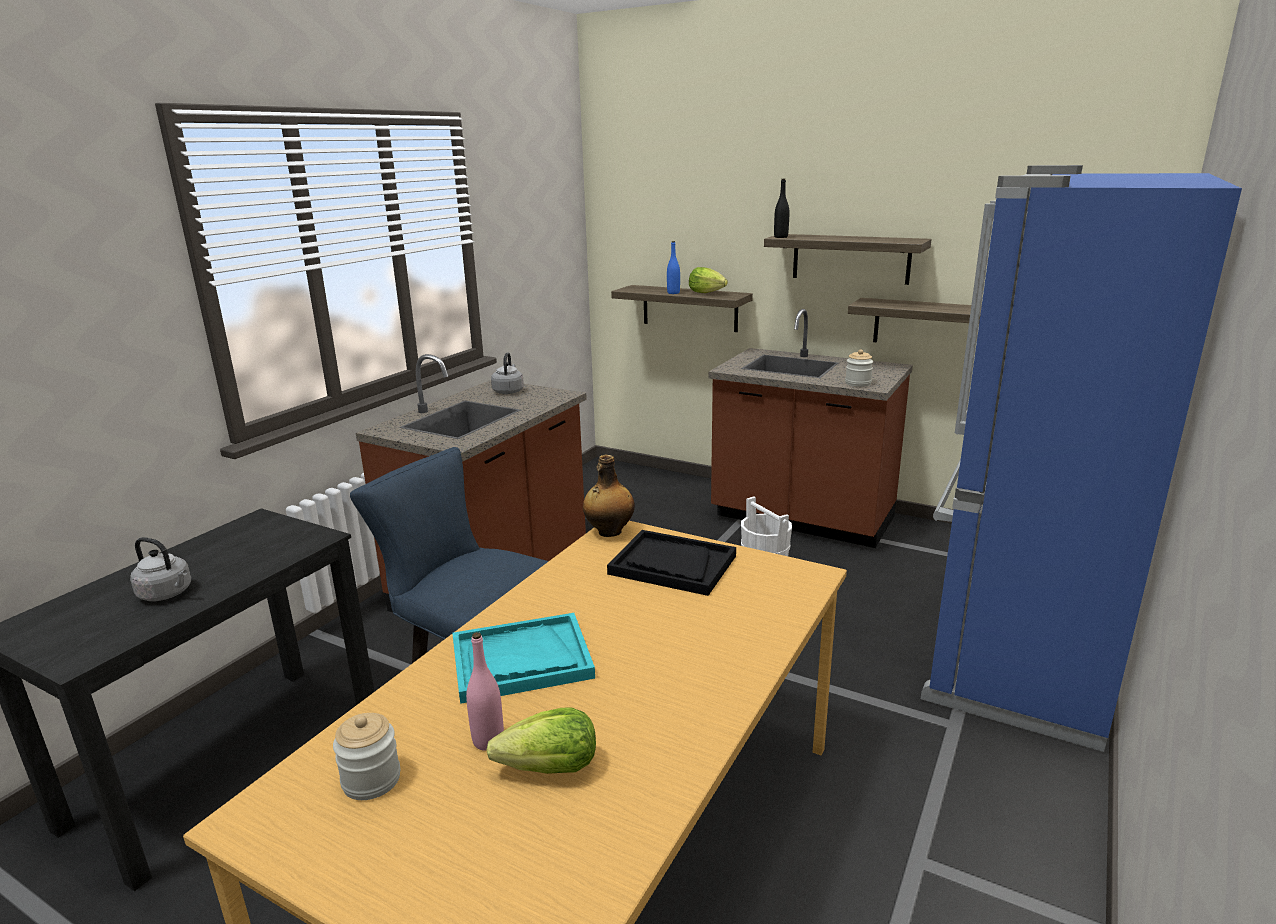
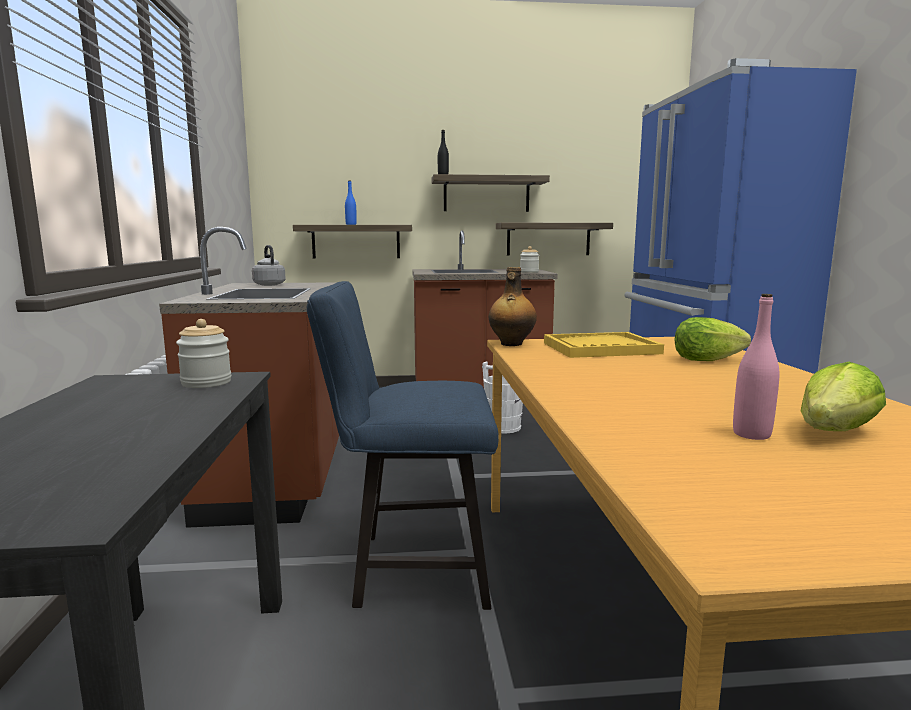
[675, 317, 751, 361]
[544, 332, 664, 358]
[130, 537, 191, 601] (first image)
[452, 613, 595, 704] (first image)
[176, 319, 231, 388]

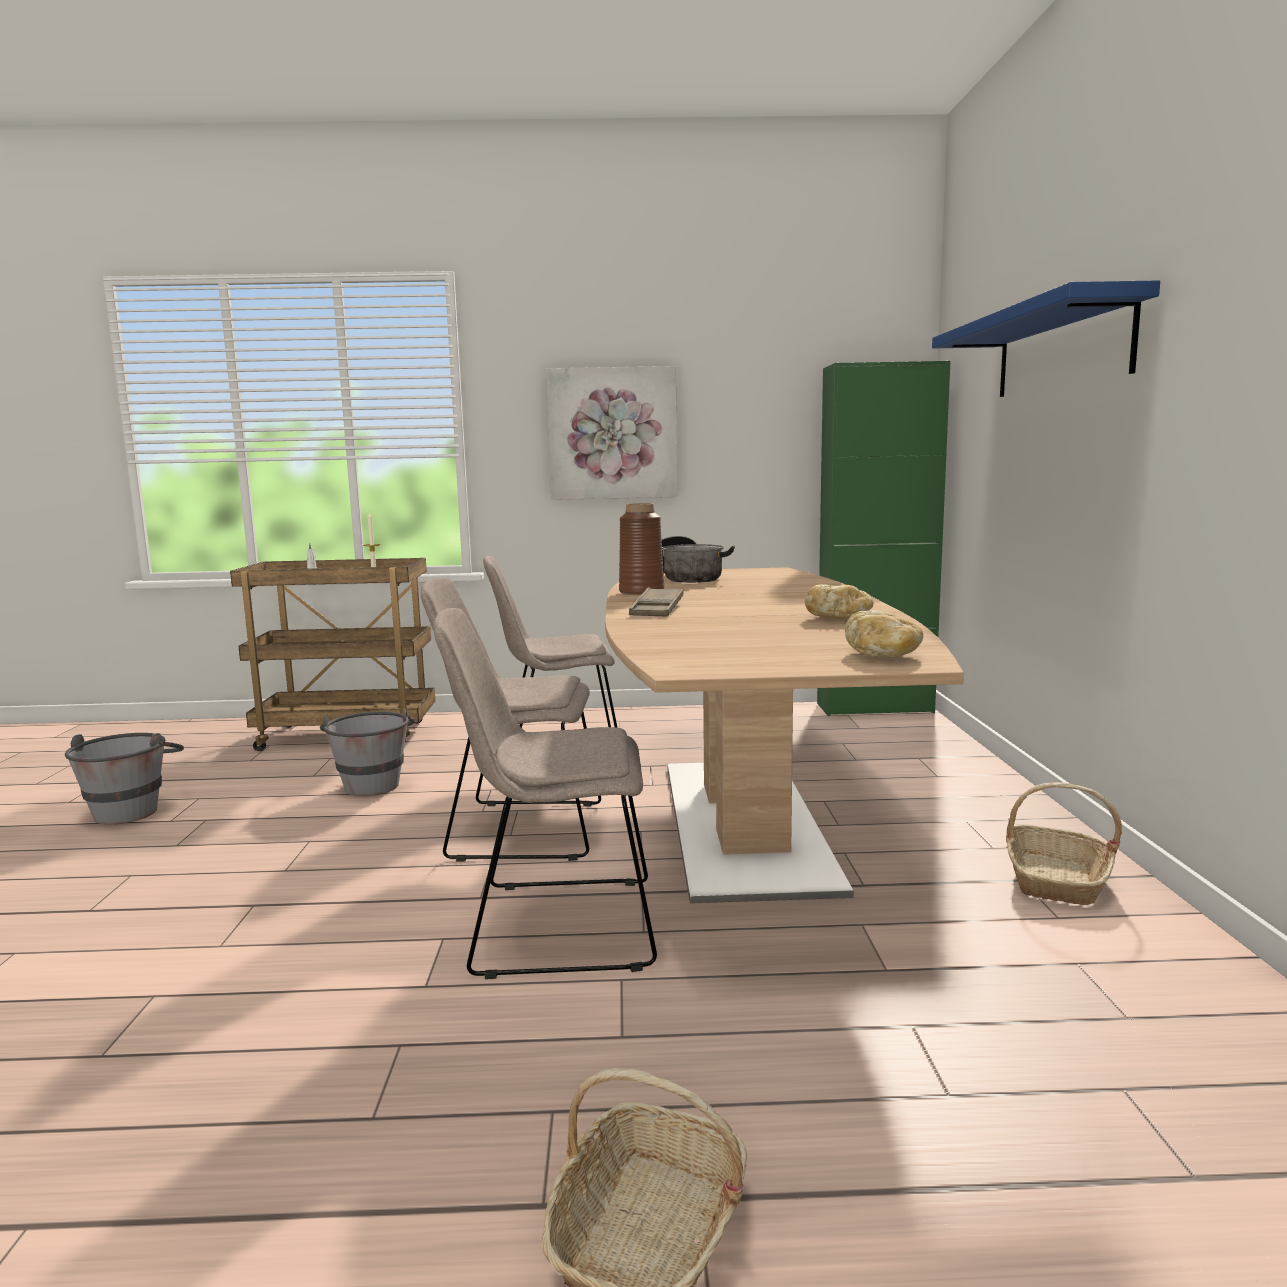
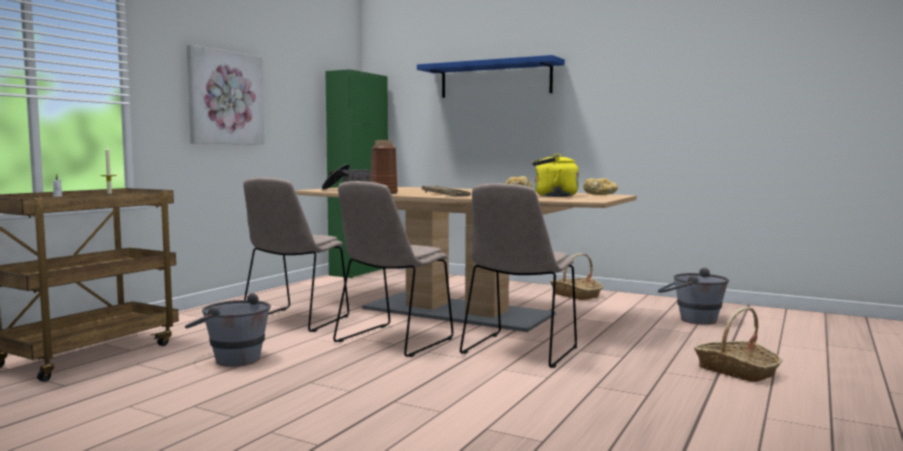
[658, 268, 729, 325]
[532, 154, 579, 197]

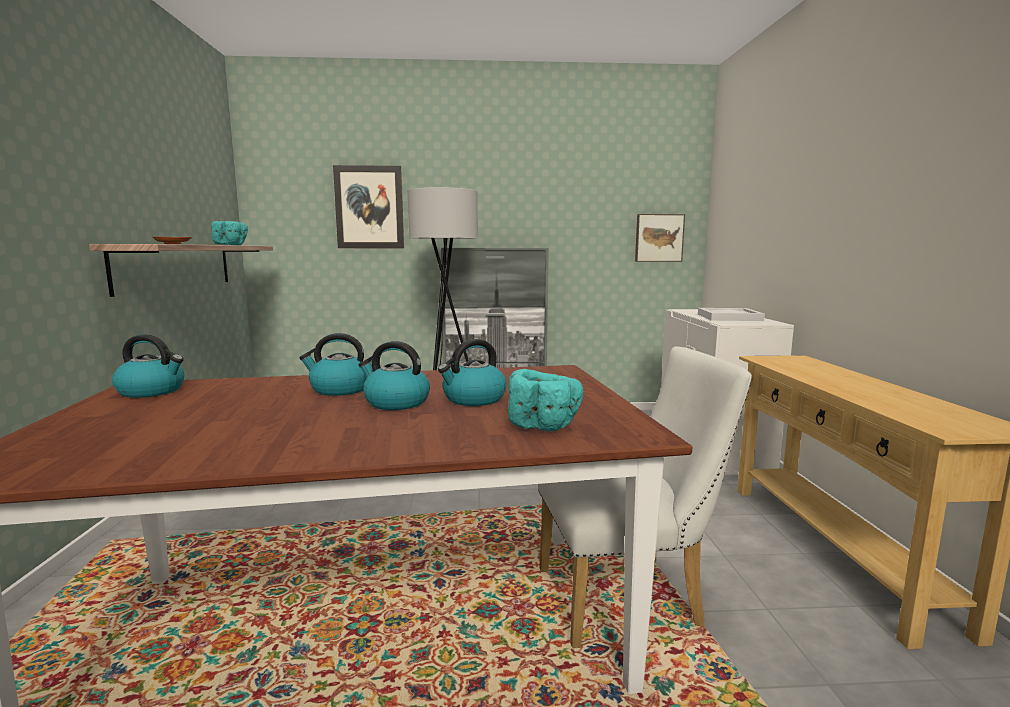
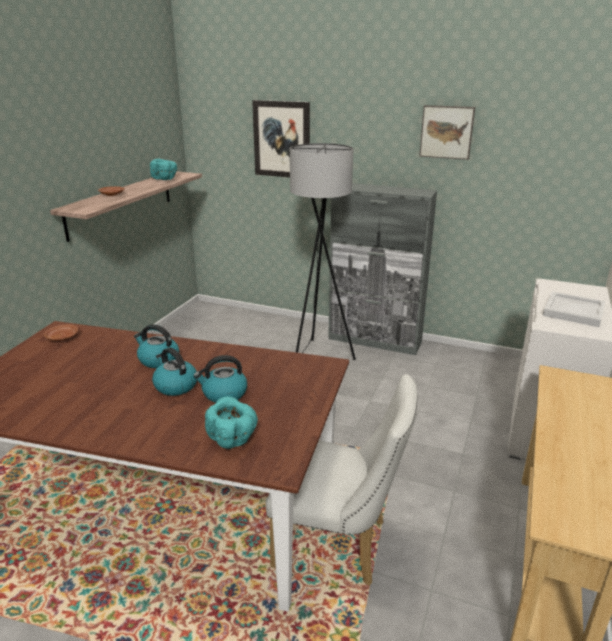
[419, 105, 475, 160]
[44, 324, 78, 341]

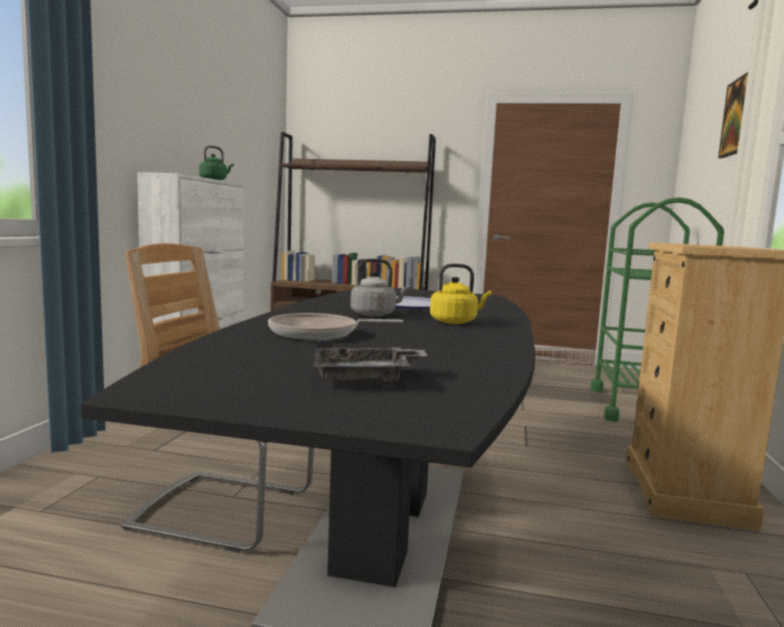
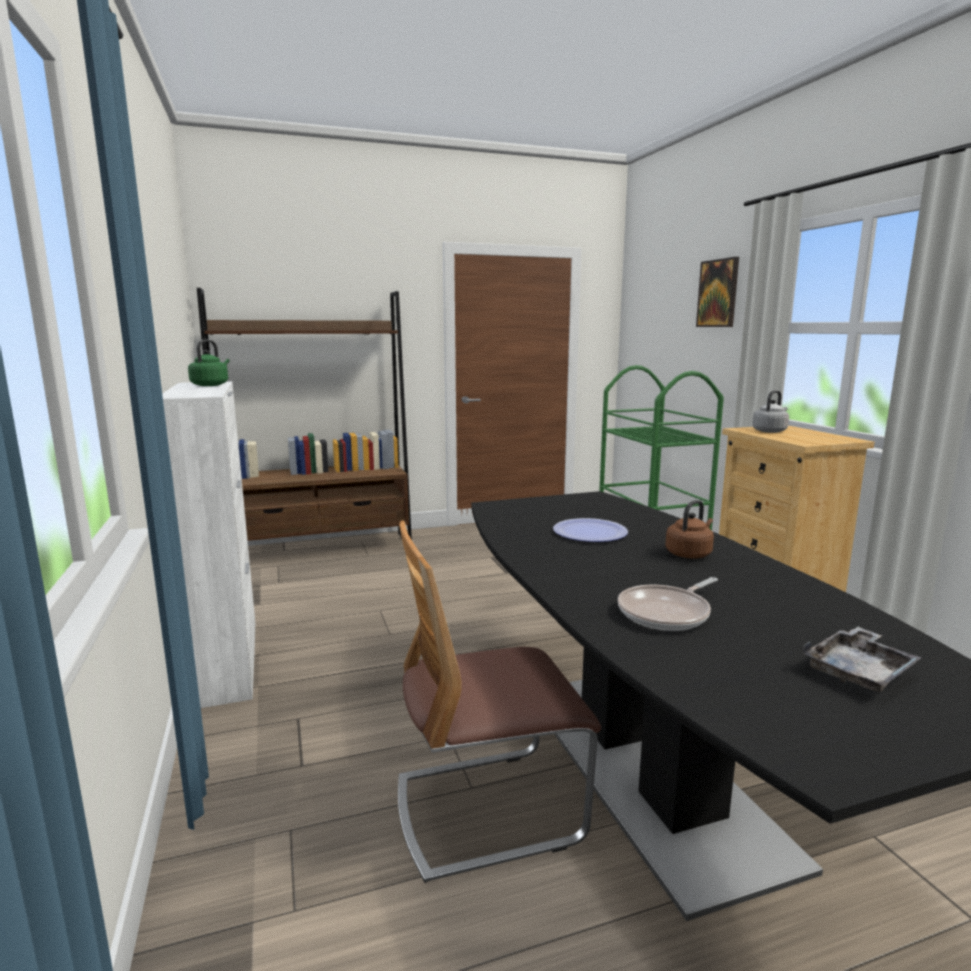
[752, 390, 789, 433]
[665, 500, 714, 558]

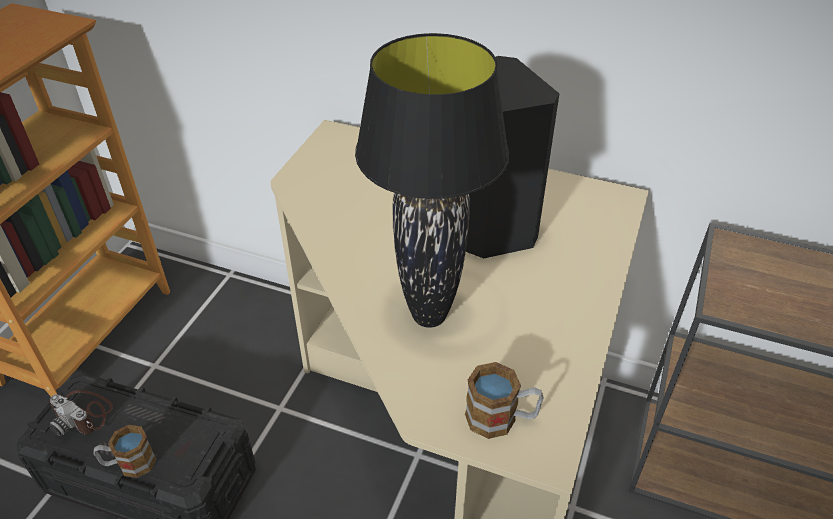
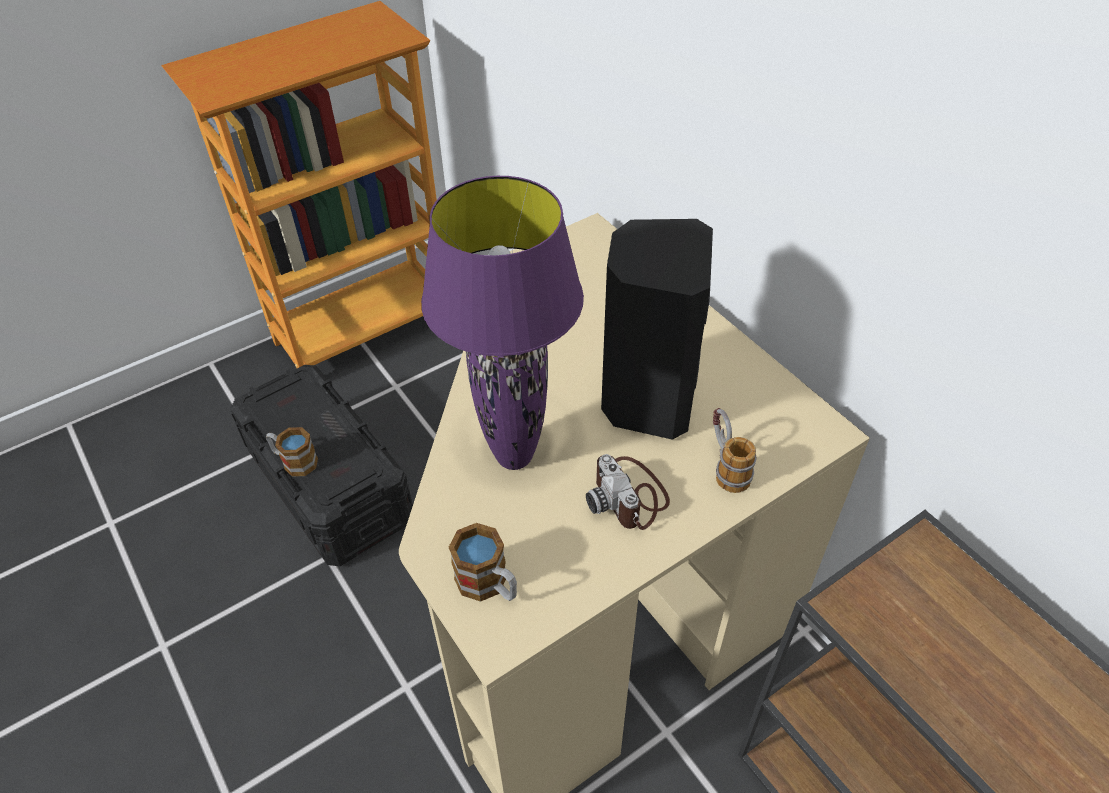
[421, 176, 584, 470]
[586, 454, 670, 530]
[713, 408, 757, 493]

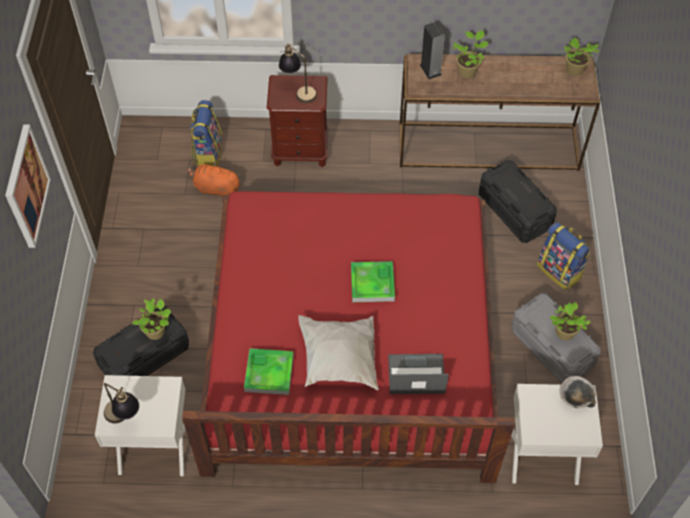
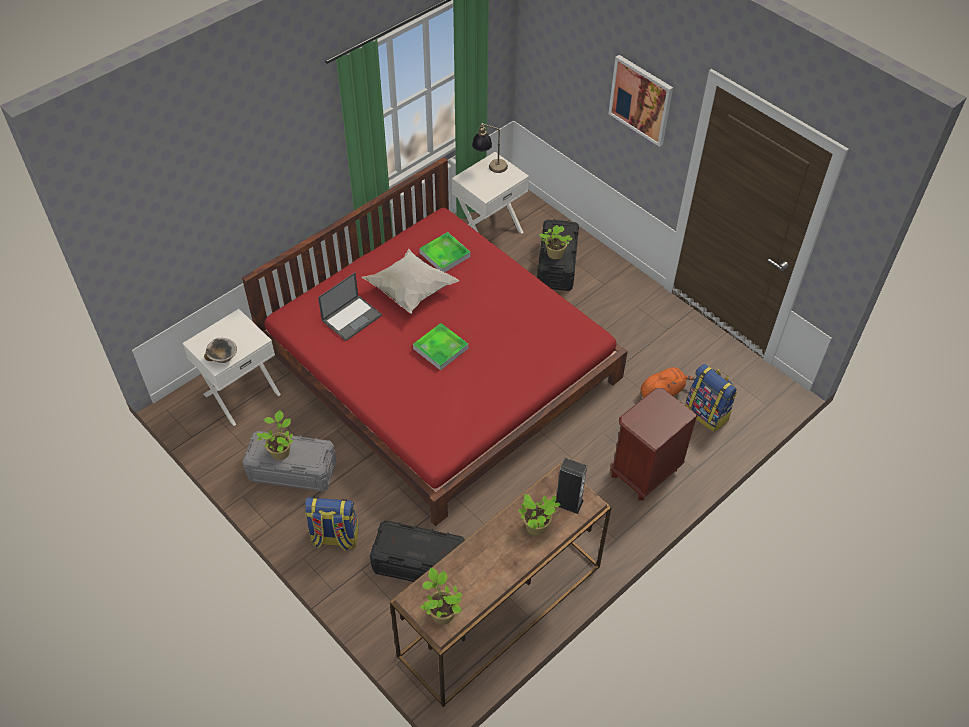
[279, 43, 317, 103] (first image)

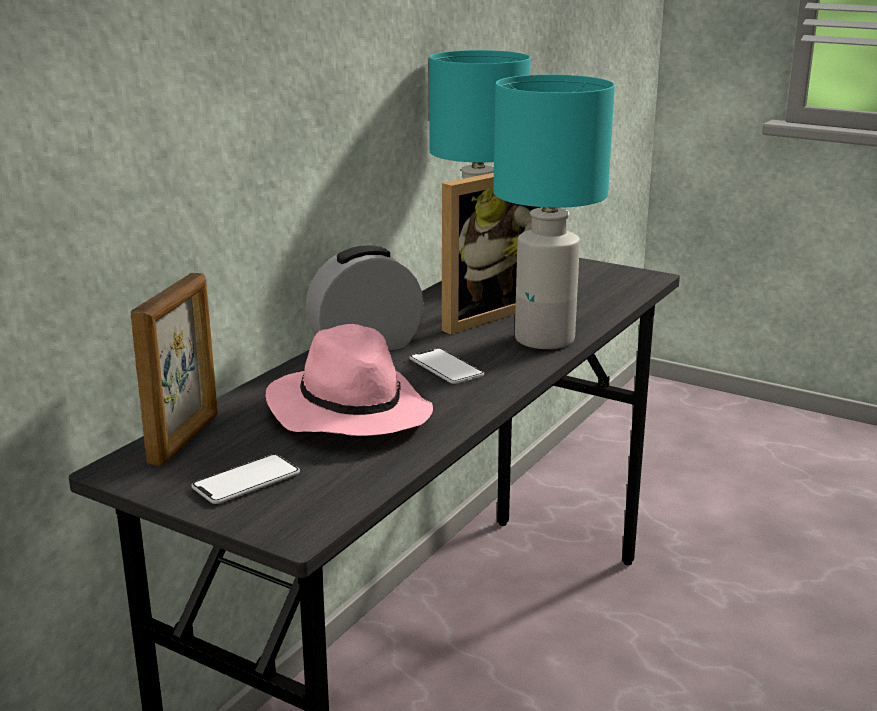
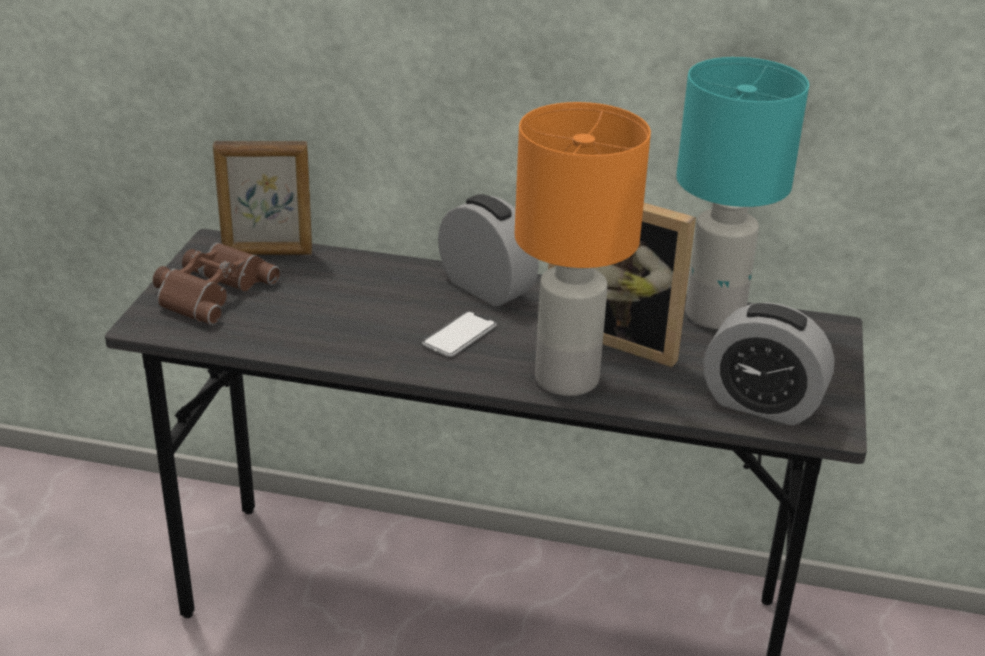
[515, 102, 651, 396]
[266, 324, 433, 436] (first image)
[153, 243, 280, 325]
[704, 302, 835, 426]

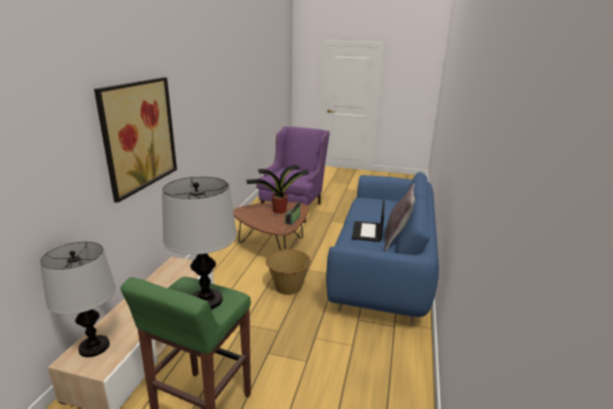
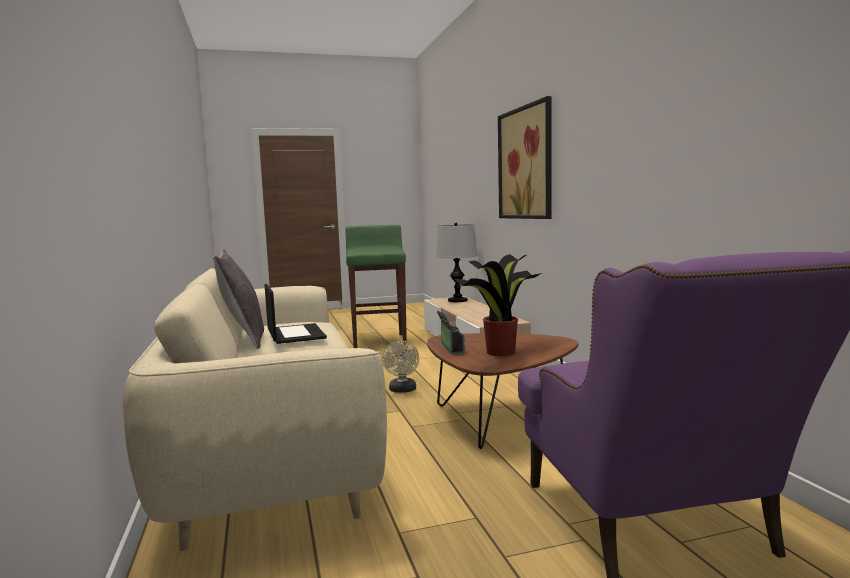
[123, 268, 387, 551]
[162, 177, 237, 309] (first image)
[382, 340, 419, 393]

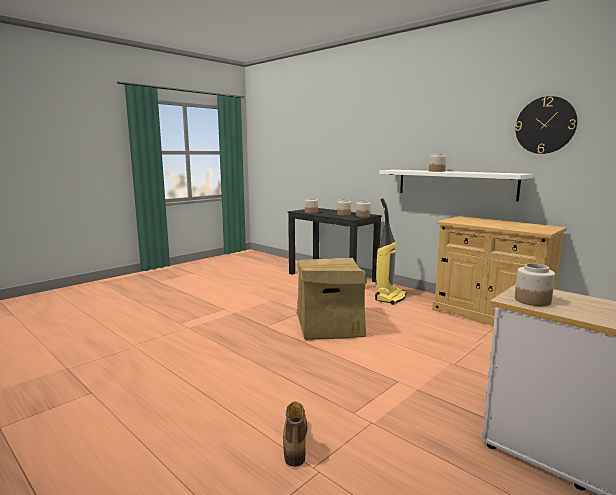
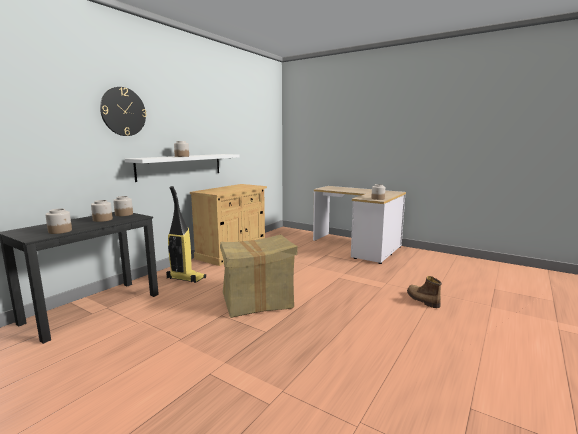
[100, 87, 147, 136]
[407, 276, 442, 308]

